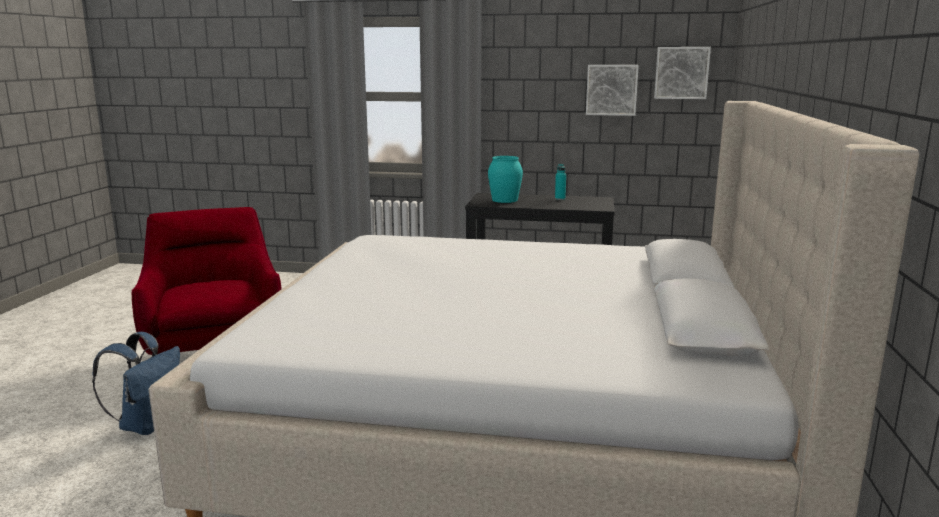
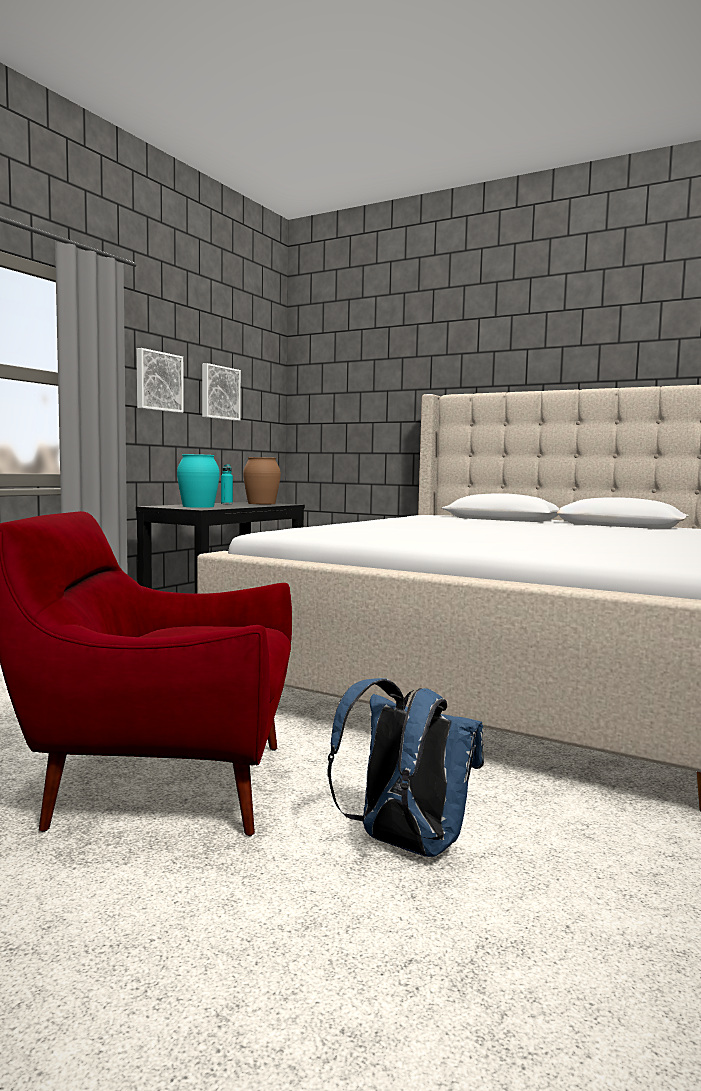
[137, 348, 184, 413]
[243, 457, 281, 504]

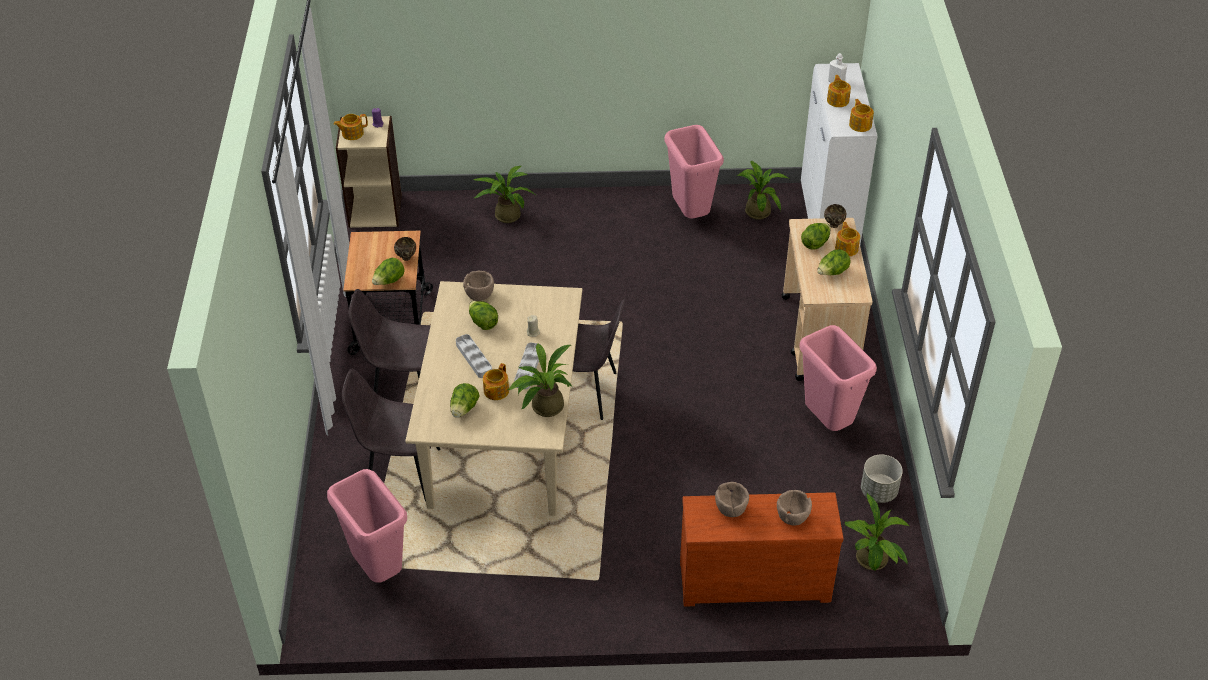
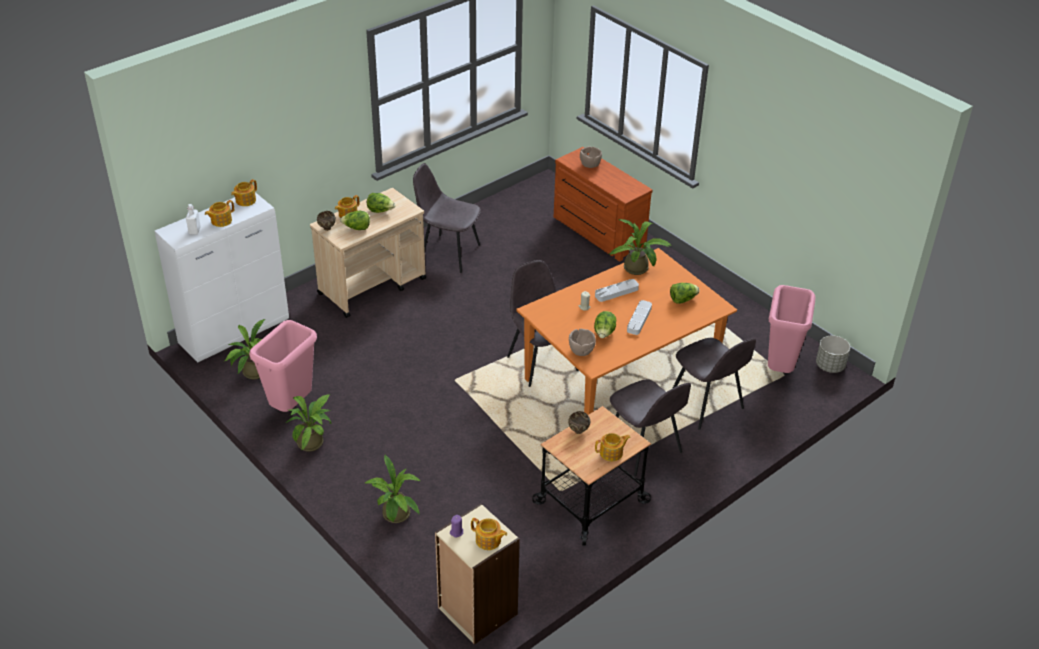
[372, 258, 404, 285] (first image)
[516, 248, 737, 415]
[413, 163, 481, 273]
[595, 433, 631, 461]
[816, 335, 850, 373]
[715, 482, 749, 517] (first image)
[286, 394, 331, 452]

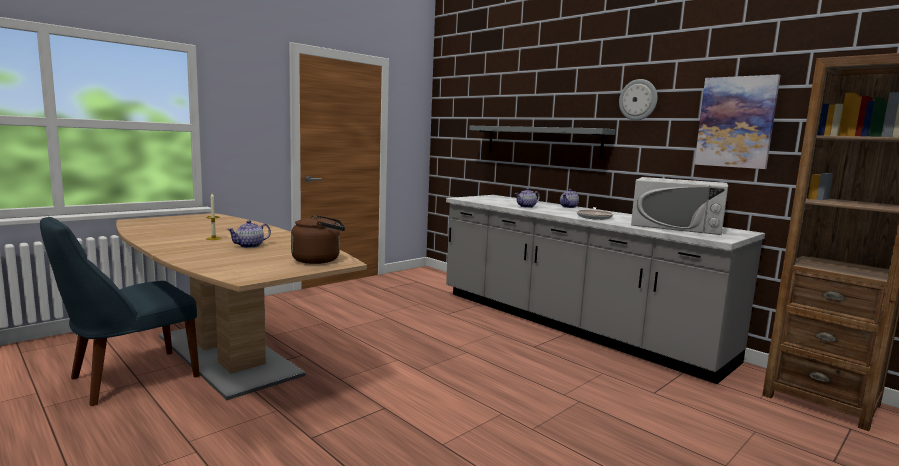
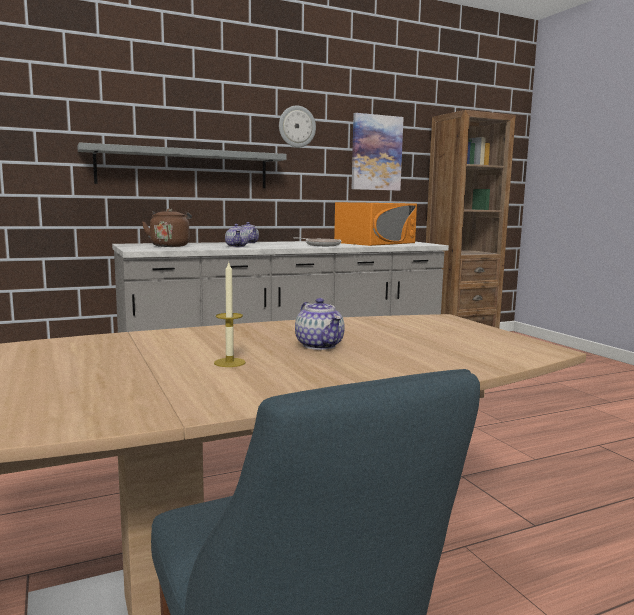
[334, 202, 417, 246]
[142, 209, 192, 247]

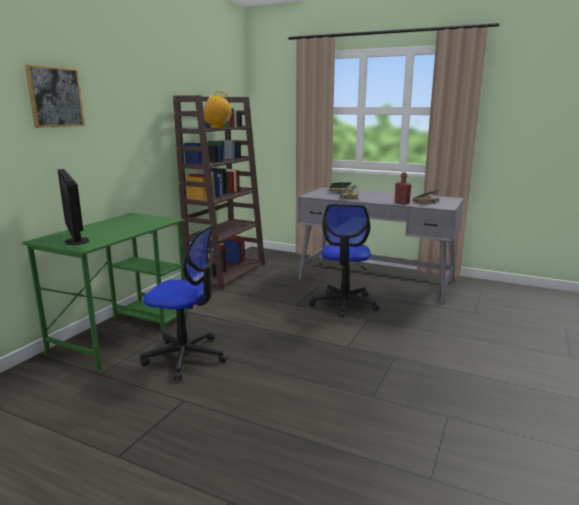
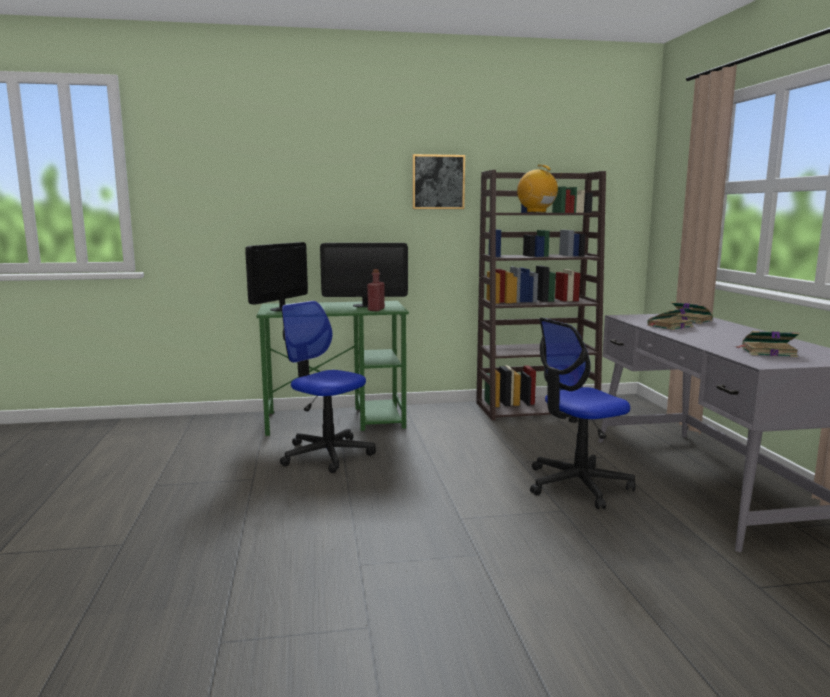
[412, 154, 465, 209]
[367, 269, 385, 311]
[280, 301, 376, 473]
[320, 243, 408, 307]

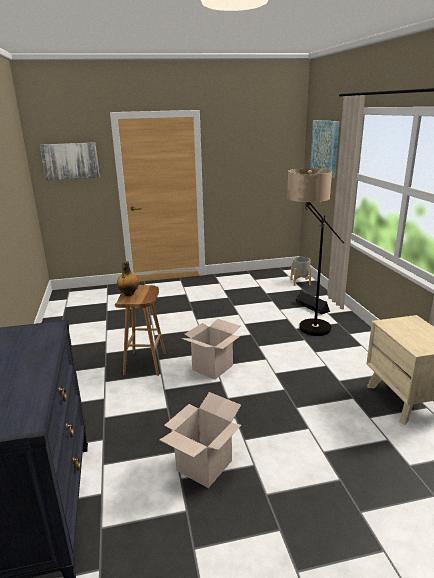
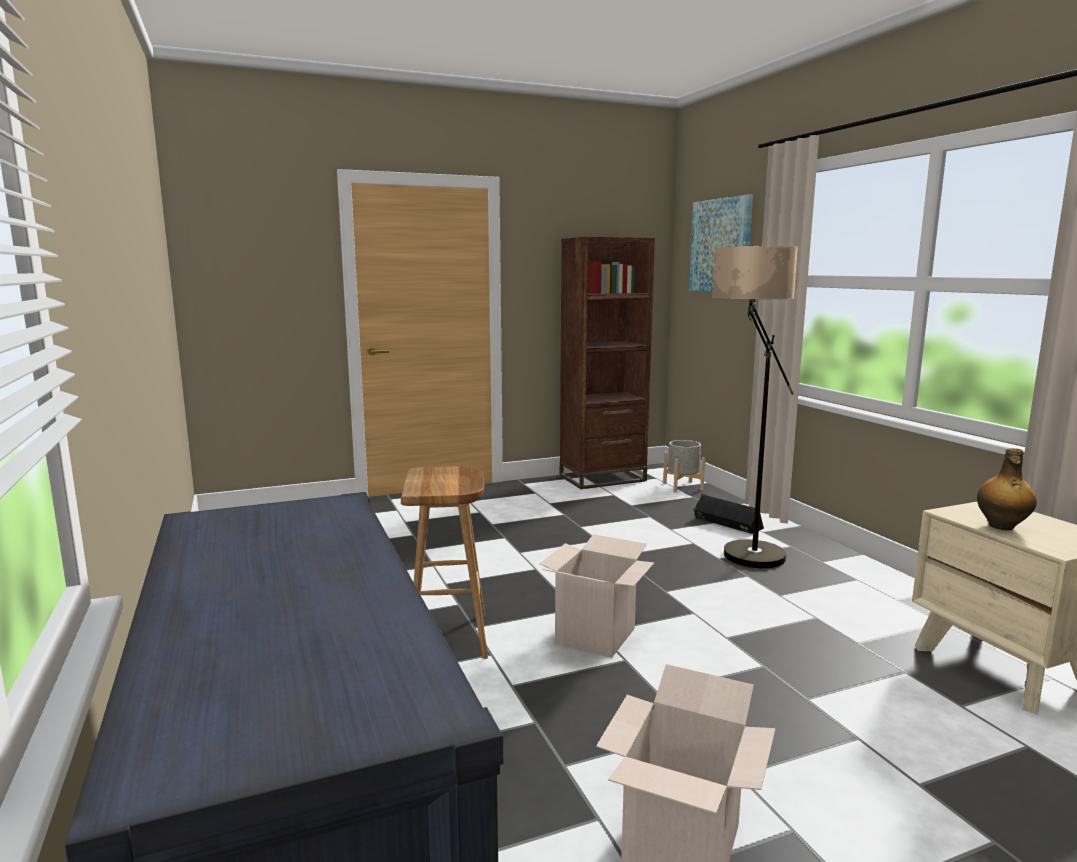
[40, 142, 100, 180] (first image)
[977, 448, 1037, 530]
[560, 237, 655, 489]

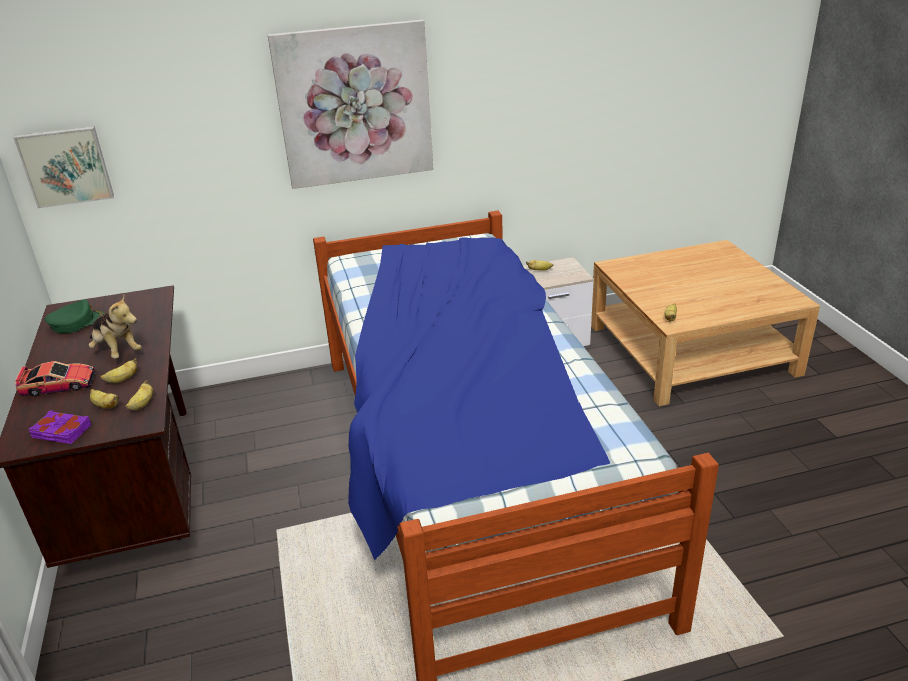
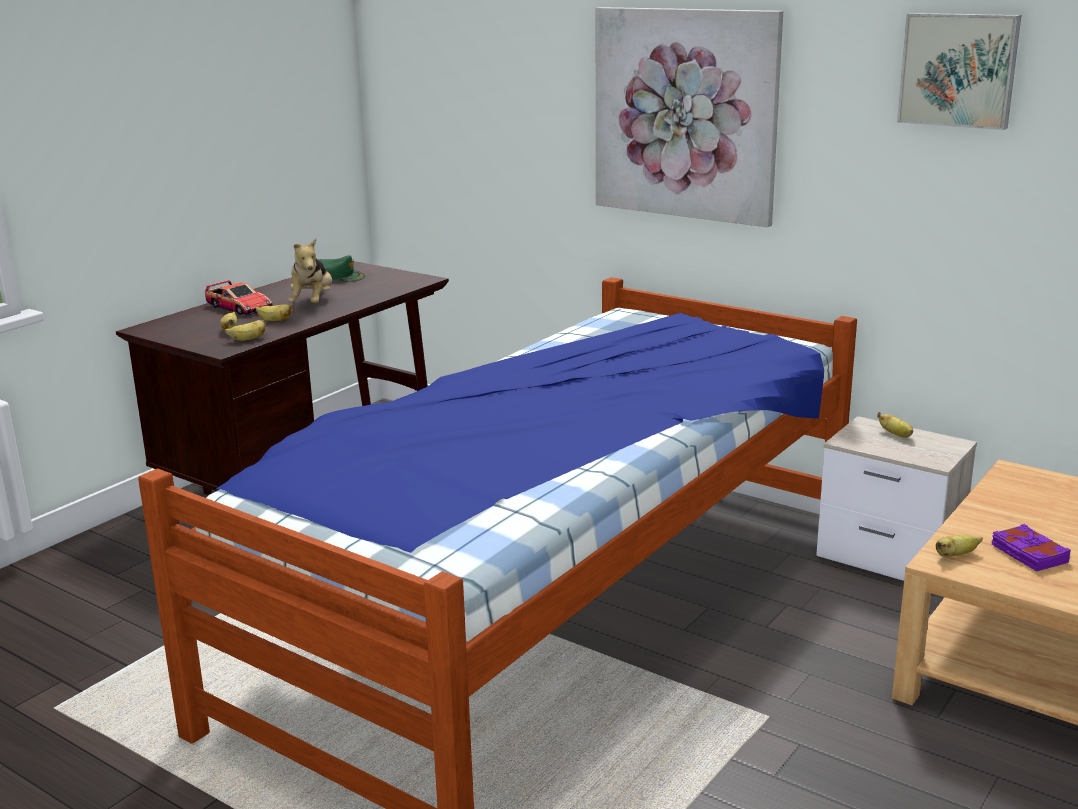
[897, 13, 1021, 130]
[991, 524, 1071, 571]

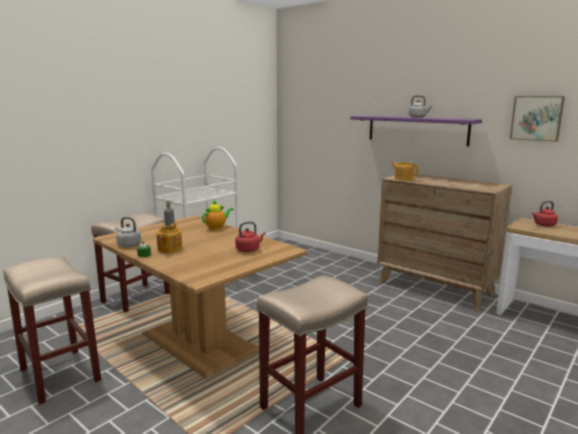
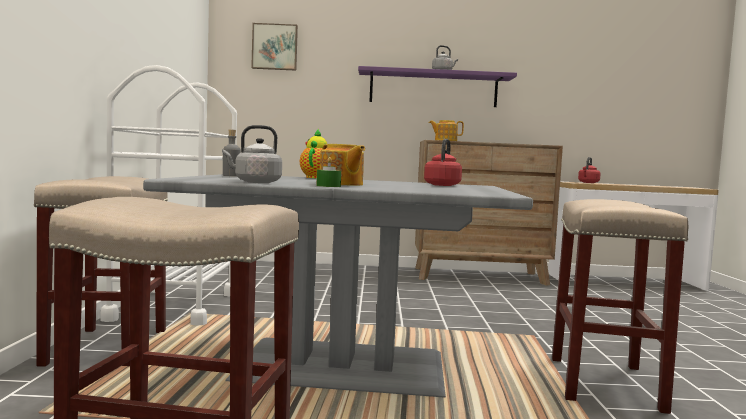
[251, 23, 298, 71]
[143, 174, 533, 398]

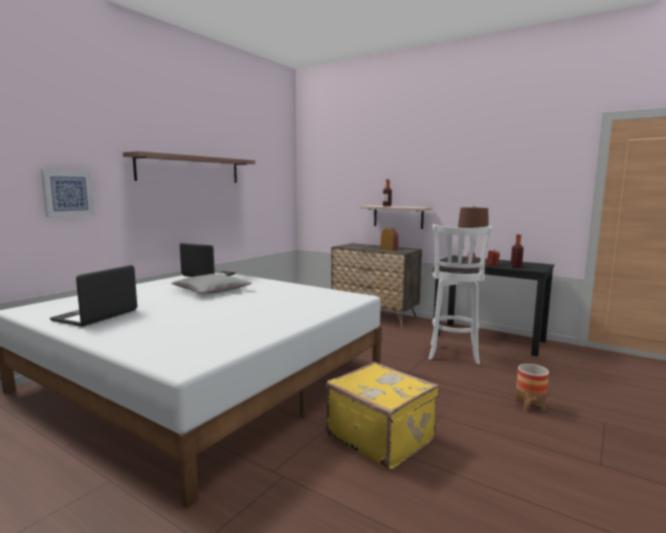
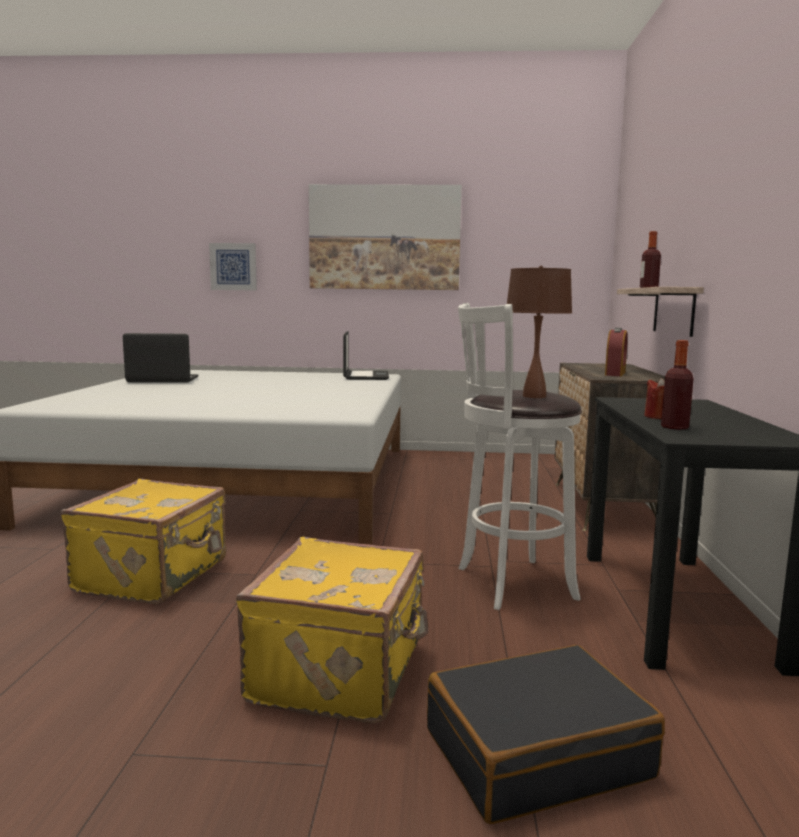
[309, 184, 462, 290]
[171, 274, 252, 294] (first image)
[236, 537, 428, 724]
[427, 645, 665, 824]

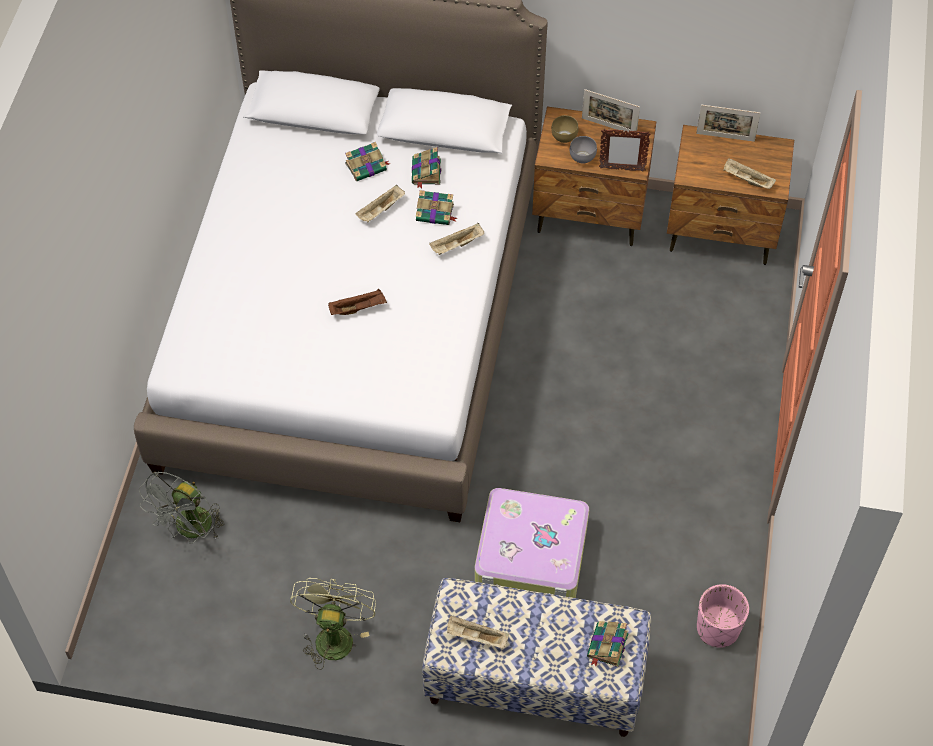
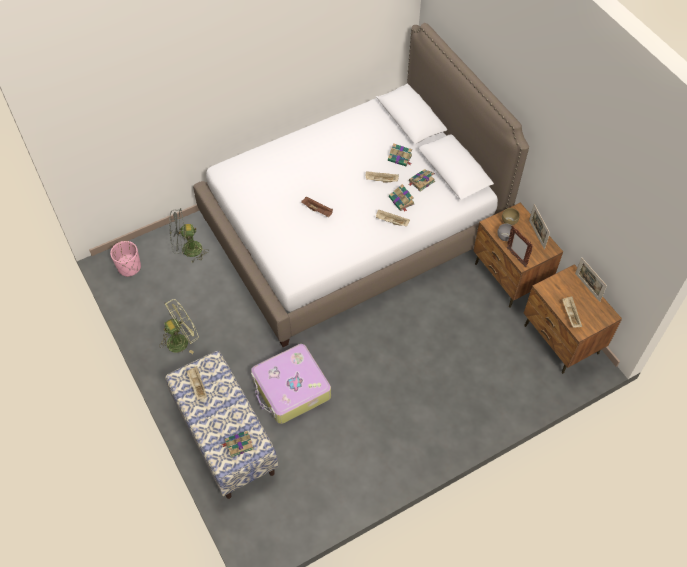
[110, 241, 141, 277]

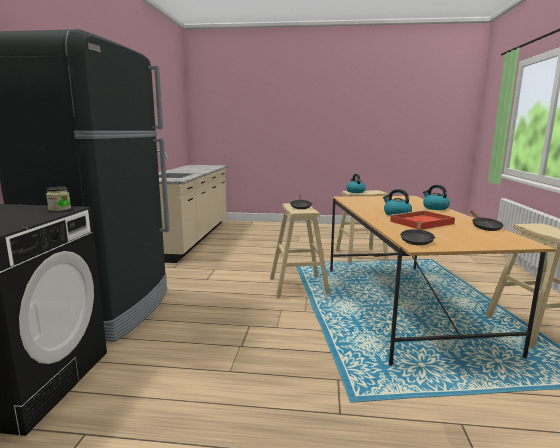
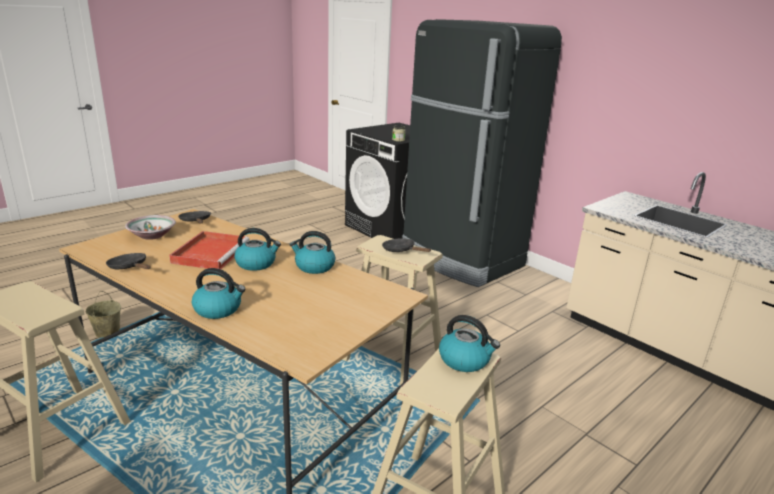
[125, 215, 176, 240]
[289, 231, 335, 274]
[86, 291, 121, 338]

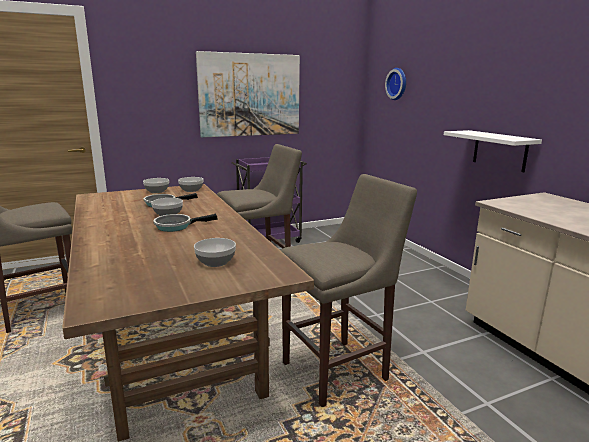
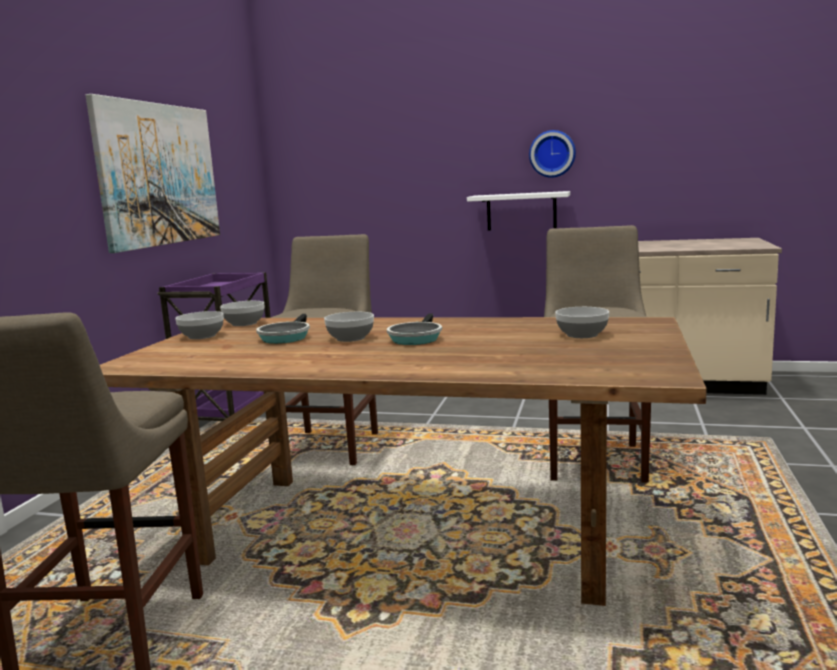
[529, 130, 576, 178]

